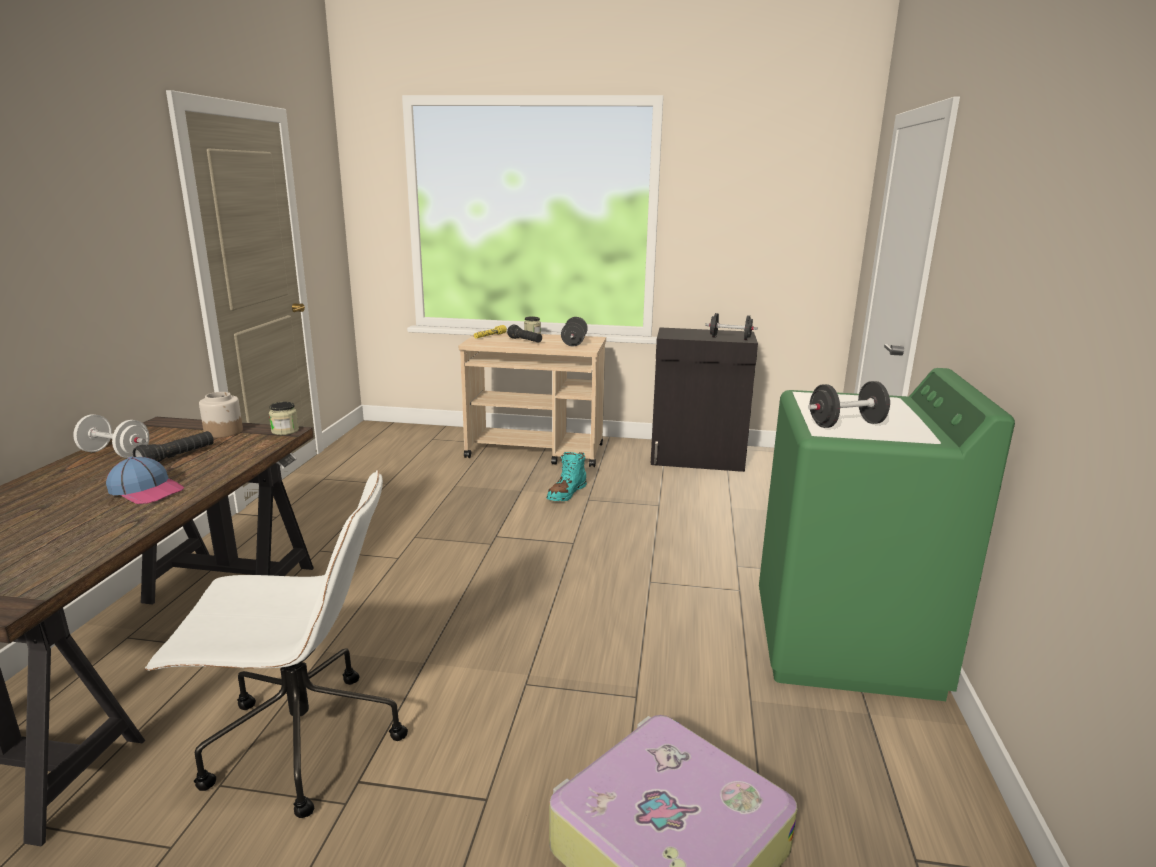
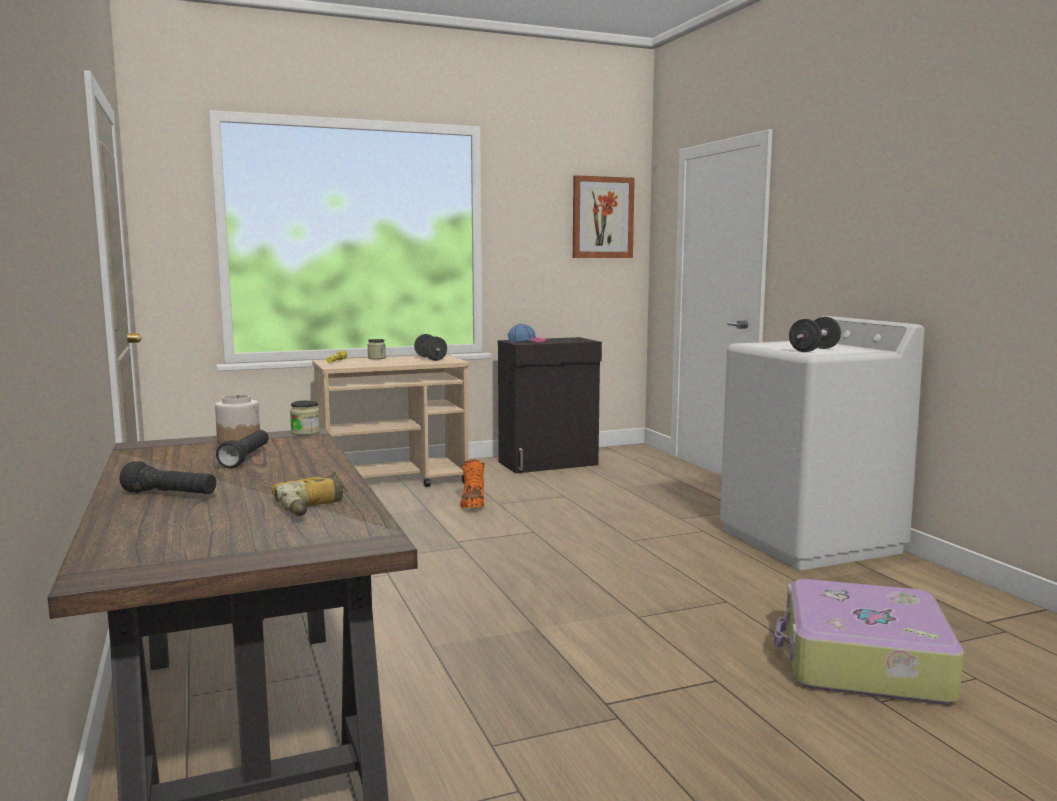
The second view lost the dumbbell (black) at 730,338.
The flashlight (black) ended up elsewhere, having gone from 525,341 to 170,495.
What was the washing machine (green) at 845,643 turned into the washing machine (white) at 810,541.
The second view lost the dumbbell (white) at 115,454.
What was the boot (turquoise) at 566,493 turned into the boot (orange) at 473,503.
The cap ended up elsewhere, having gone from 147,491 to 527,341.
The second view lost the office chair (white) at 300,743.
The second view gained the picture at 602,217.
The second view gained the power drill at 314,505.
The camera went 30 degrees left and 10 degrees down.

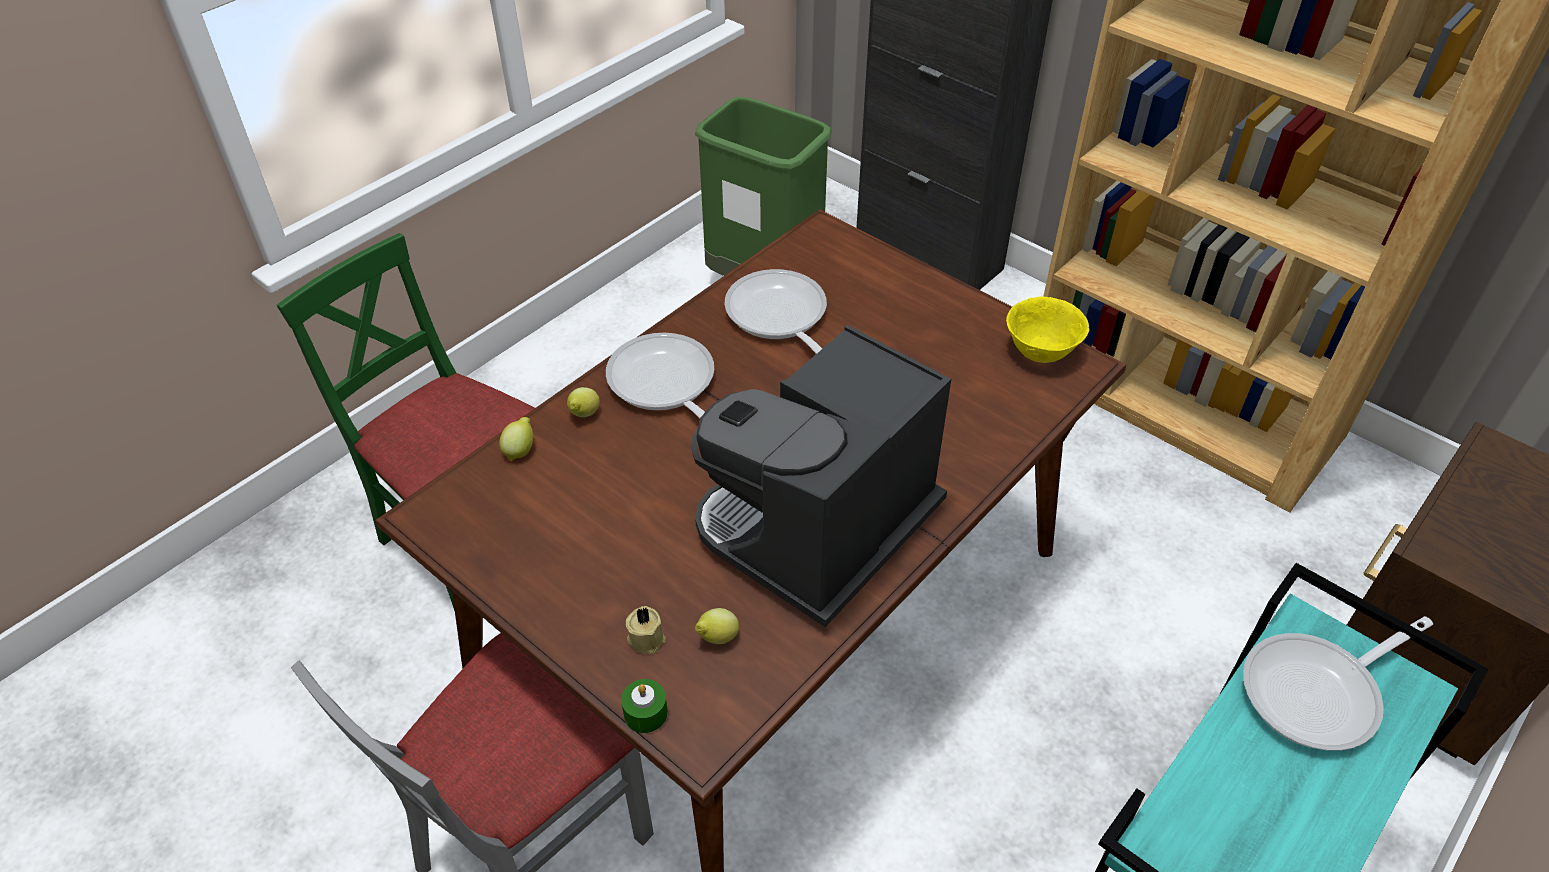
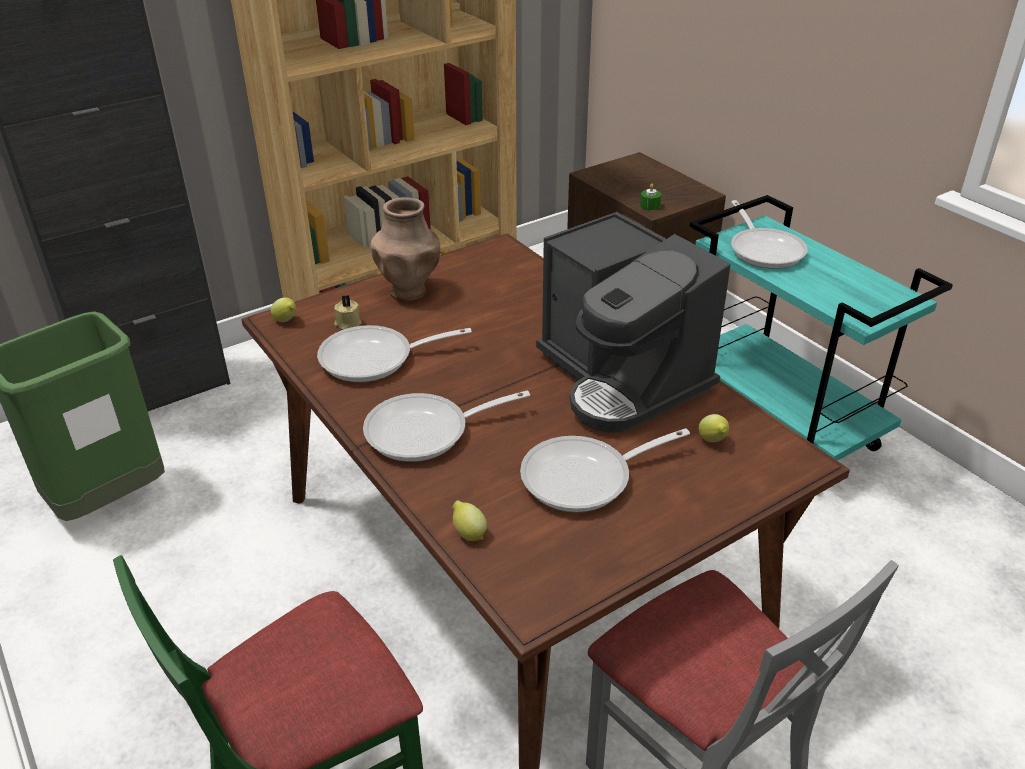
The second view lost the bowl (yellow) at 1041,352.
The lemon ended up elsewhere, having gone from 584,415 to 286,321.
The candle (beige) ended up elsewhere, having gone from 646,637 to 347,324.
The candle (green) ended up elsewhere, having gone from 645,713 to 650,206.
The second view gained the vase (brown) at 409,291.
The second view gained the frying pan at 585,478.
The camera went 75 degrees left and 10 degrees down.

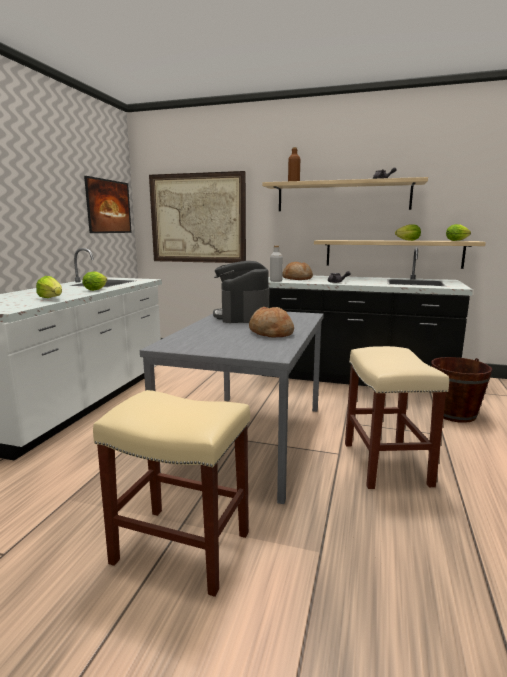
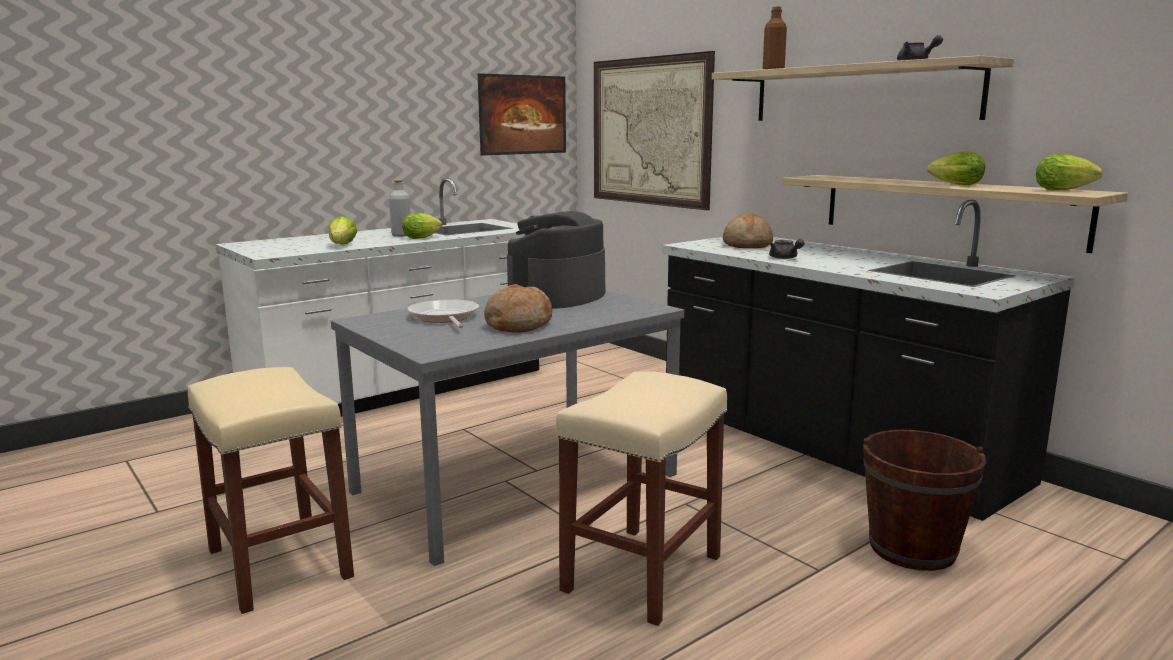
The bottle (grey) ended up elsewhere, having gone from 276,281 to 401,235.
The second view gained the frying pan at 444,317.
The camera went 35 degrees right and 0 degrees up.

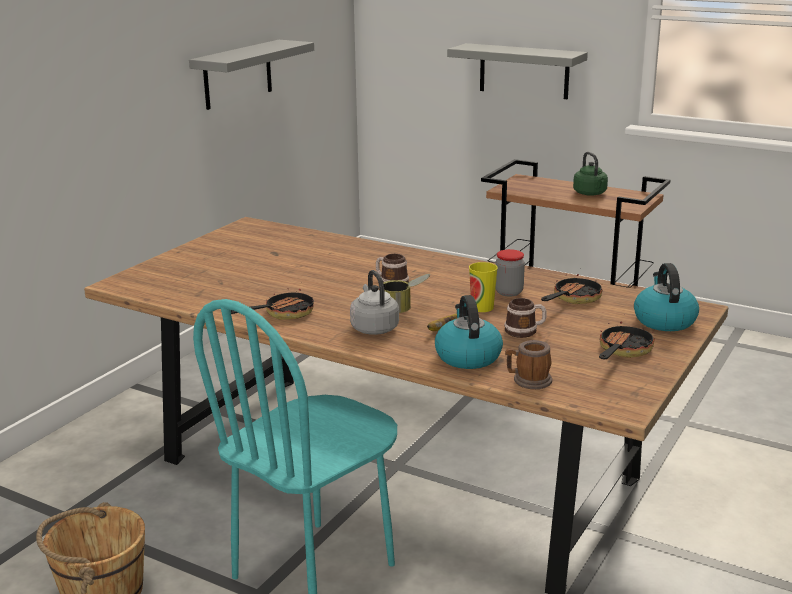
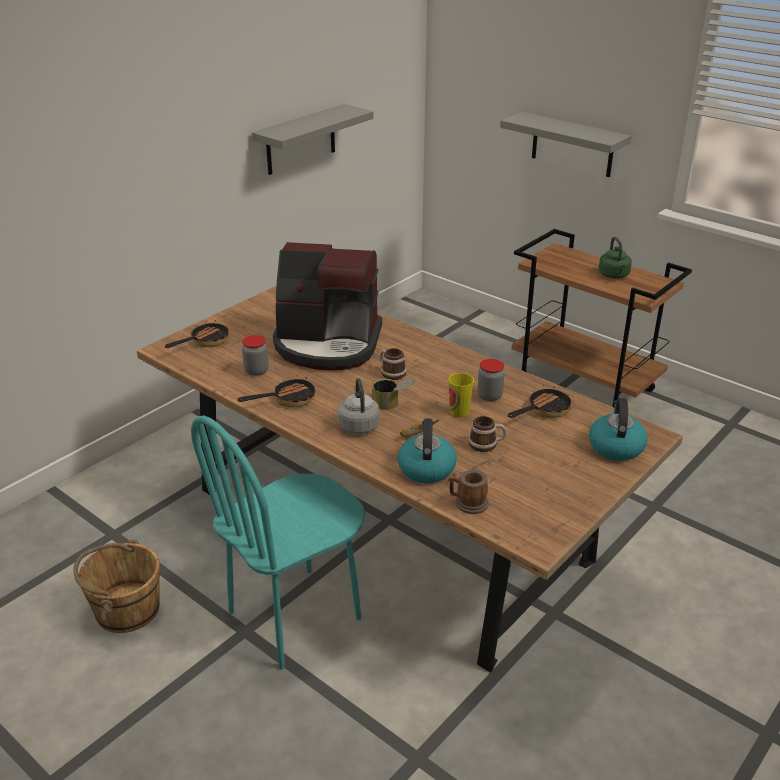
The frying pan ended up elsewhere, having gone from 622,351 to 205,342.
The second view gained the coffee machine at 328,344.
The second view gained the jar at 256,371.
The camera went 10 degrees right and 10 degrees up.

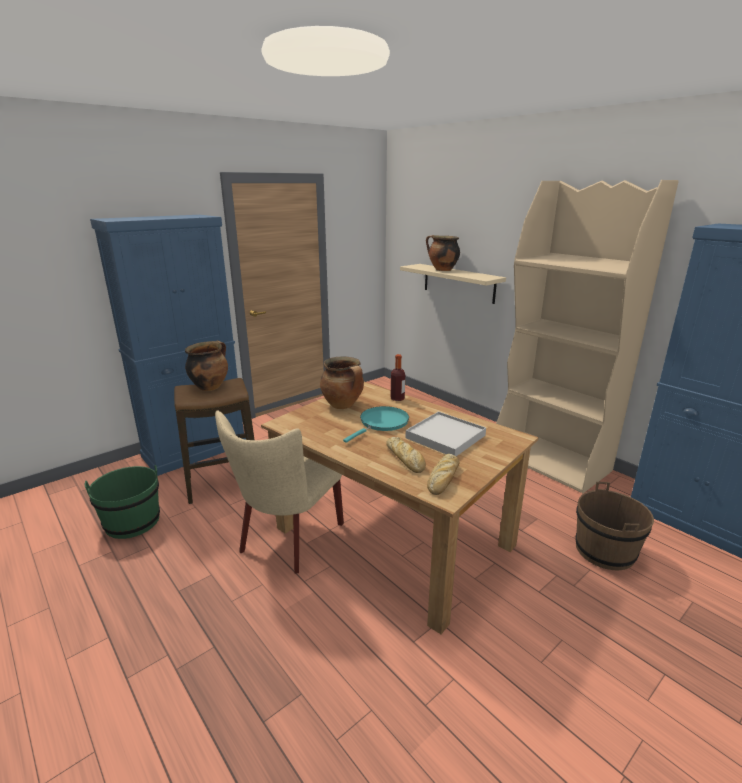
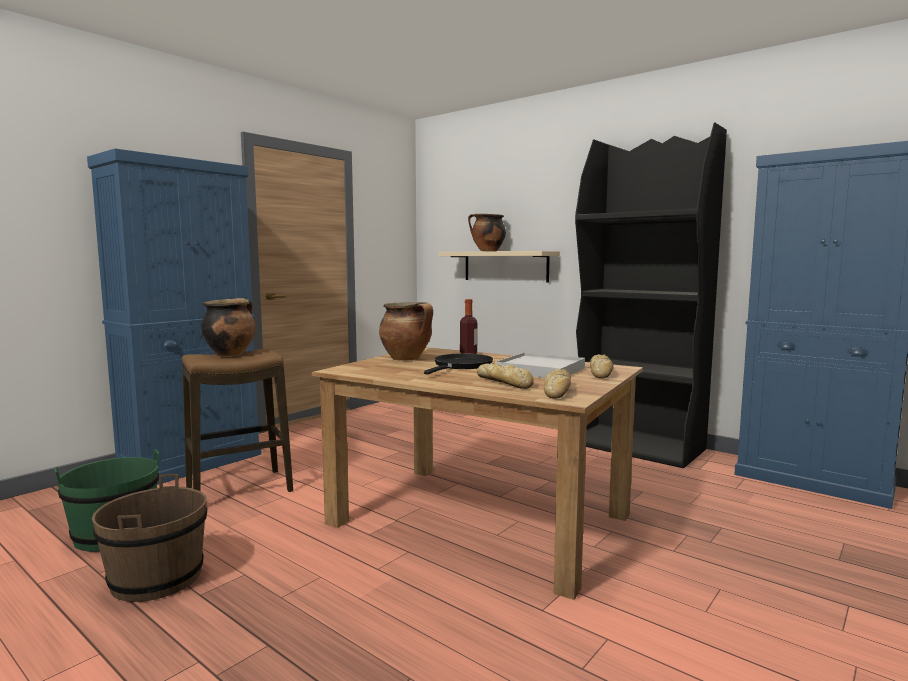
What was the bookcase (beige) at 551,461 turned into the bookcase (black) at 637,446.
What was the frying pan (turquoise) at 382,423 turned into the frying pan (black) at 461,366.
The second view lost the chair (beige) at 288,540.
The bucket (brown) ended up elsewhere, having gone from 605,551 to 157,578.
The second view gained the bread at 601,372.
The camera went 10 degrees left and 15 degrees down.

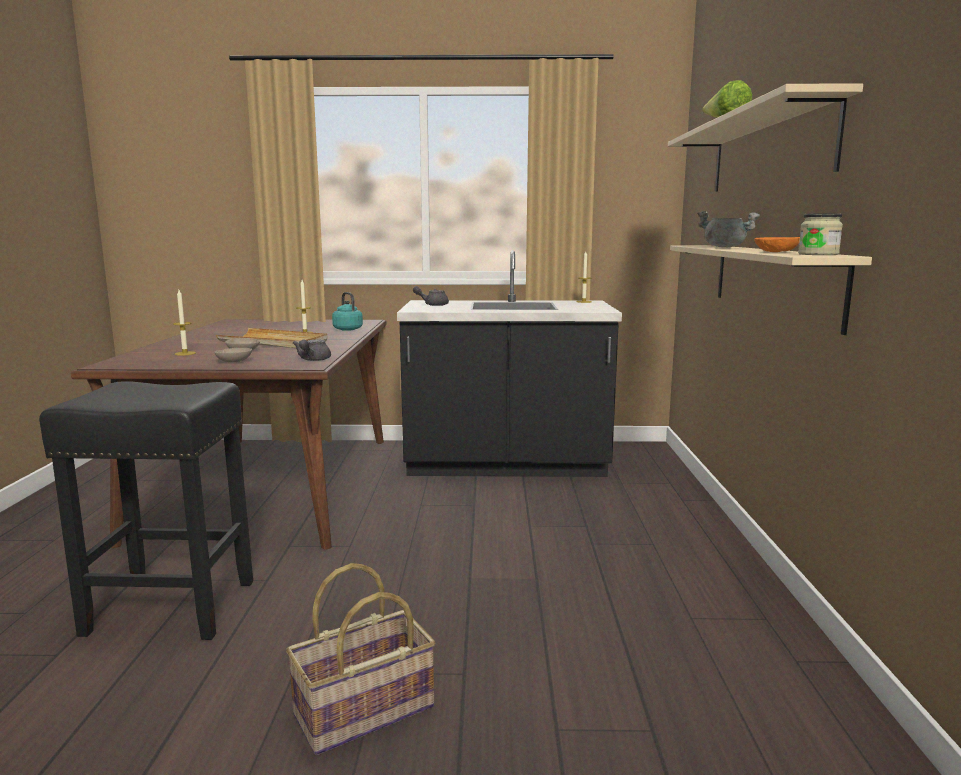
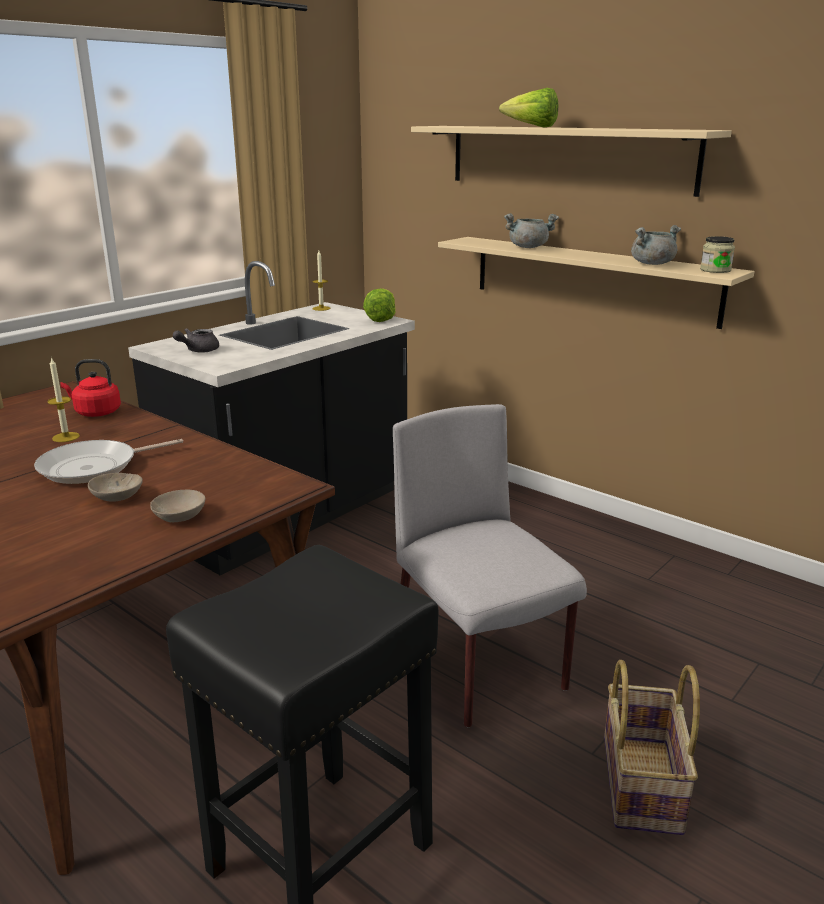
Where the bowl (orange) stood at 777,252, the cooking pot (grey) came to stand at 652,263.
The second view lost the candle at 185,353.
What was the kettle (turquoise) at 347,329 turned into the kettle (red) at 95,412.
Where the tray (beige) stood at 274,342, the frying pan came to stand at 94,467.
The second view lost the teapot (grey) at 312,360.
The second view gained the lettuce at 381,318.
The second view gained the chair (grey) at 480,665.
The camera went 50 degrees left and 10 degrees up.

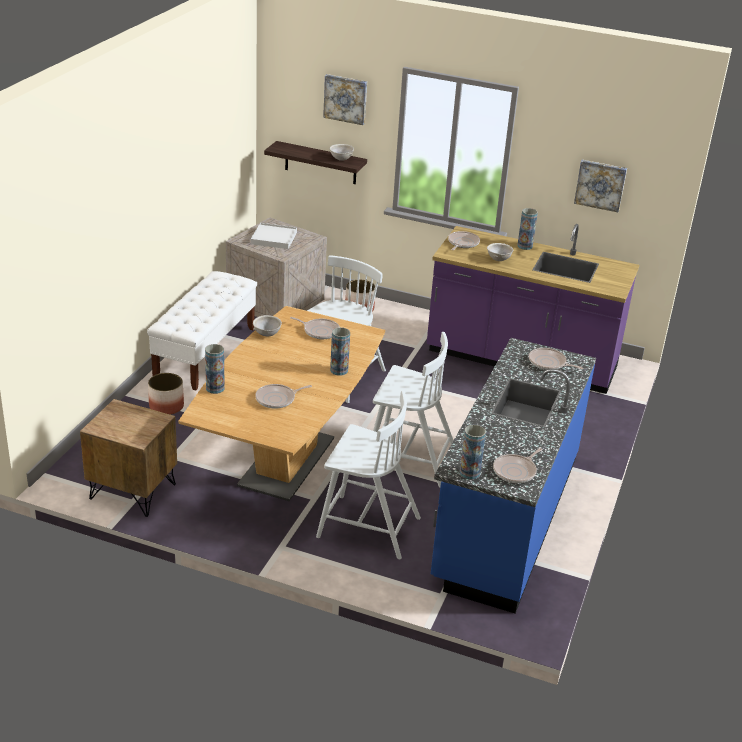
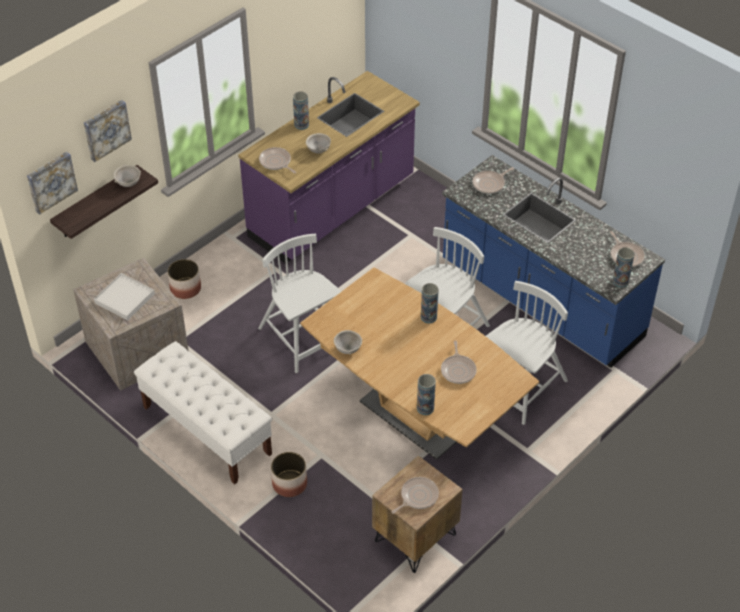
The picture ended up elsewhere, having gone from 600,185 to 51,181.
The frying pan ended up elsewhere, having gone from 319,331 to 417,496.
The camera went 65 degrees left and 15 degrees up.

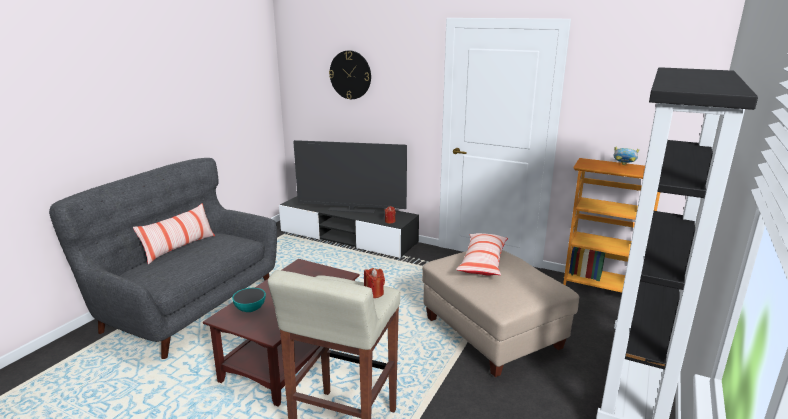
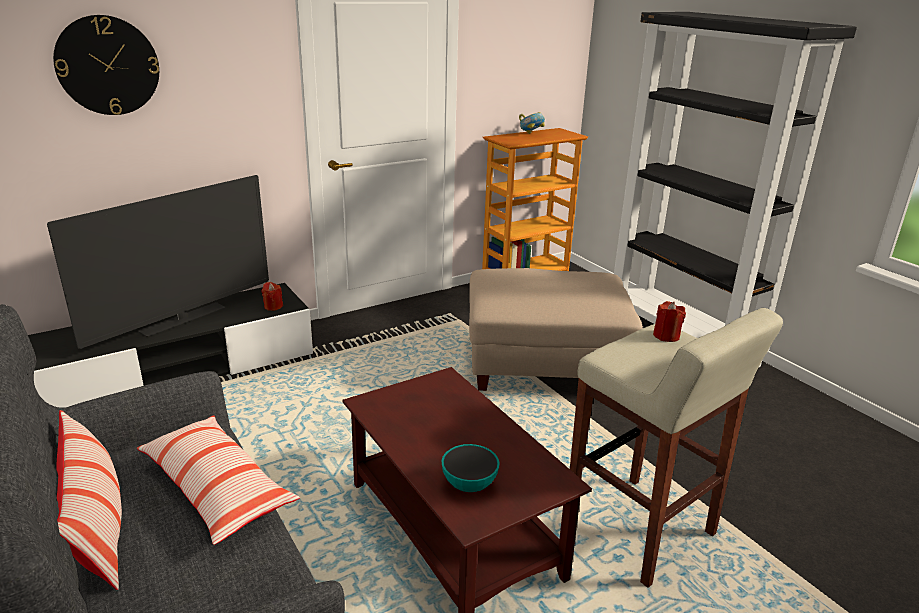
The pillow ended up elsewhere, having gone from 483,262 to 216,489.
The camera went 60 degrees left and 5 degrees up.

